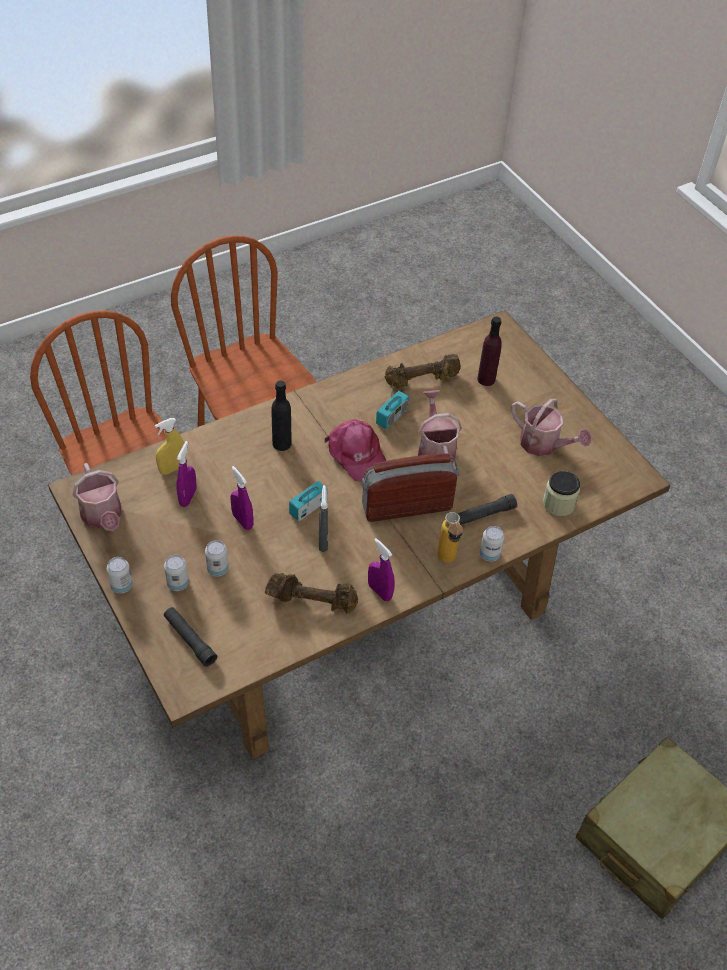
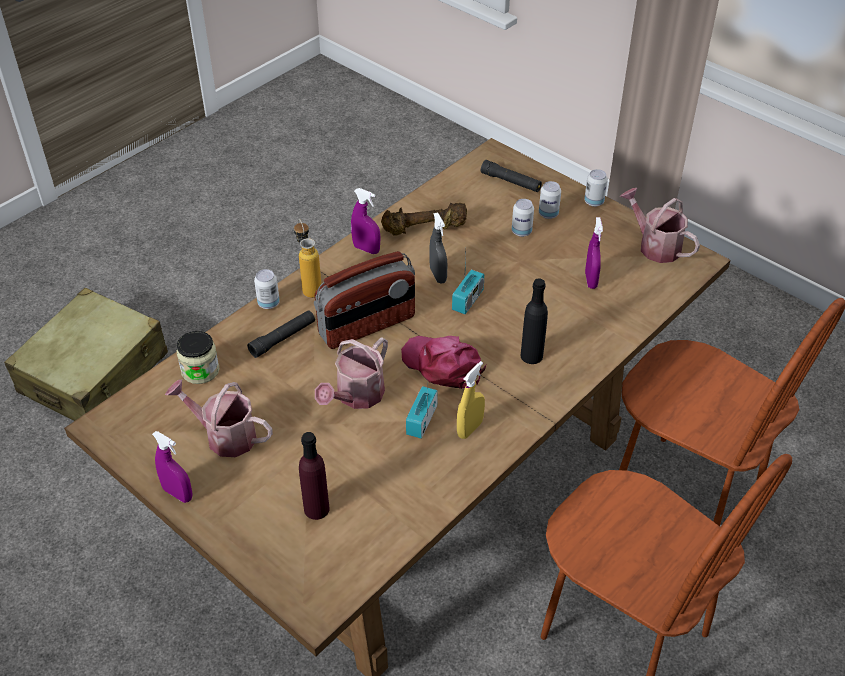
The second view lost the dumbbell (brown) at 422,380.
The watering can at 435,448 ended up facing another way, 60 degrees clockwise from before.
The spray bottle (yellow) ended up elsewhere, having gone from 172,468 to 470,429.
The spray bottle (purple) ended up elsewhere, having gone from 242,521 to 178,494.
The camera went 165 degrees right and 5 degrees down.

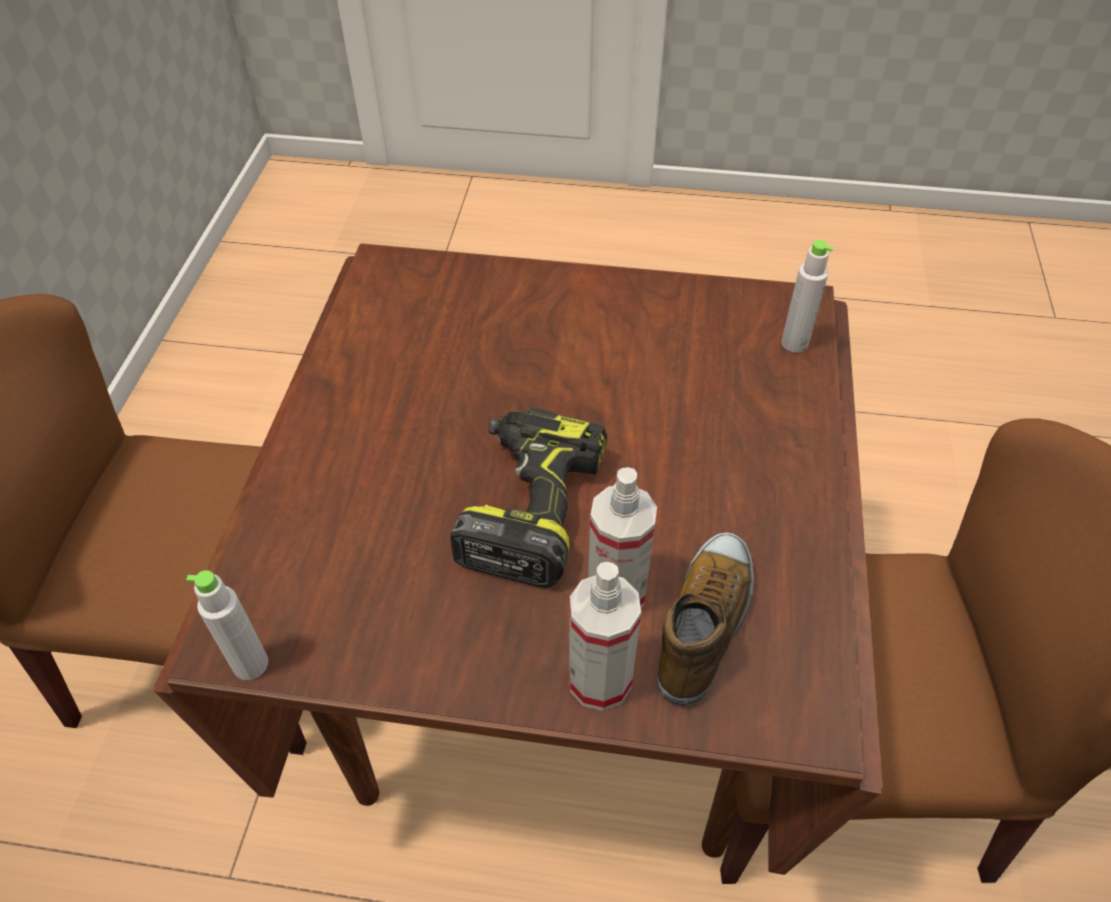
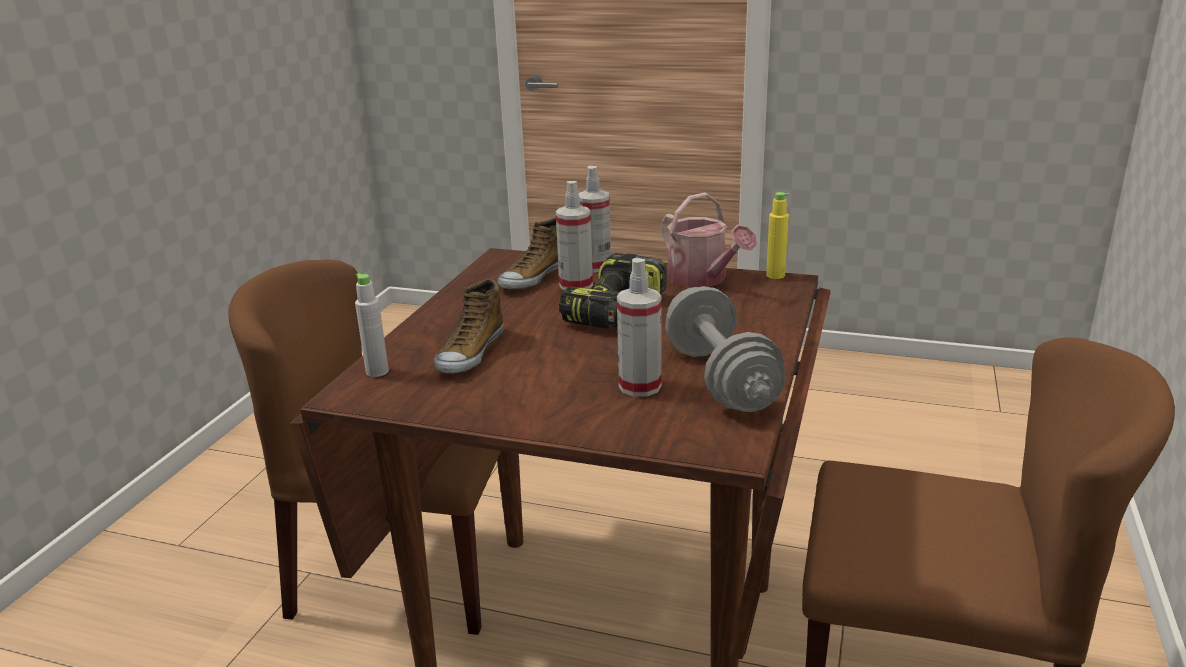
What was the bottle (grey) at 250,664 turned into the bottle (yellow) at 775,275.
The second view gained the watering can at 702,279.
The second view gained the spray bottle at 640,386.
The second view gained the shoe at 470,352.
The second view gained the dumbbell (grey) at 720,379.
The camera went 170 degrees left and 25 degrees down.

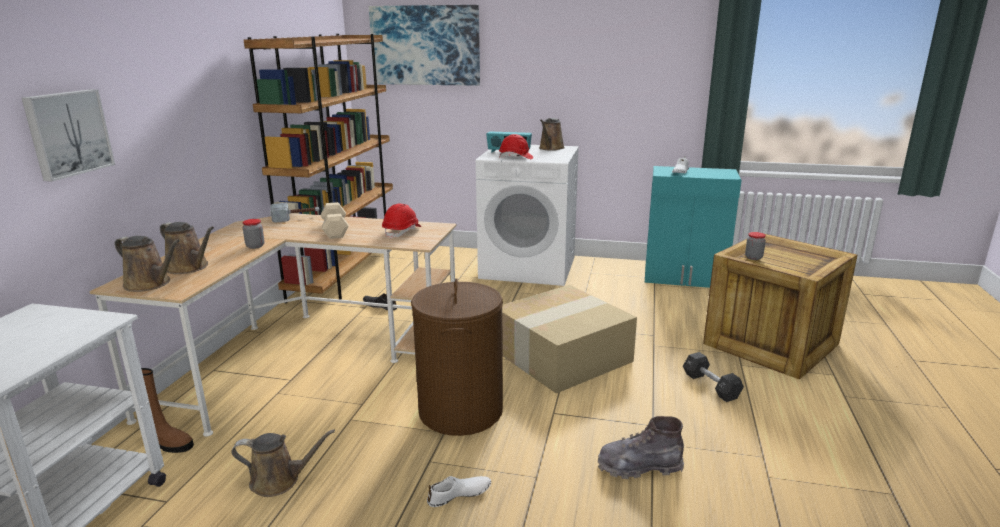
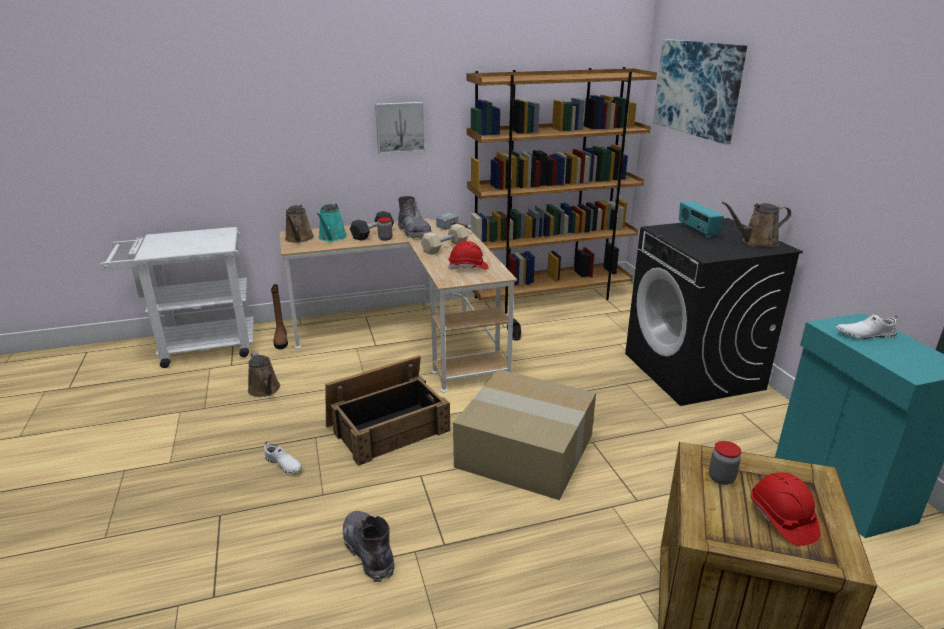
The picture ended up elsewhere, having gone from 67,133 to 400,127.
The hard hat (red) ended up elsewhere, having gone from 516,158 to 781,519.
What was the washing machine (white) at 529,267 turned into the washing machine (black) at 693,371.
What was the watering can (brown) at 189,267 turned into the watering can (turquoise) at 331,237.
Where the laundry basket (brown) stood at 460,411, the crate came to stand at 388,427.
The dumbbell (black) ended up elsewhere, having gone from 711,386 to 372,234.
The second view gained the boot (grey) at 414,233.
The camera went 60 degrees right and 5 degrees up.

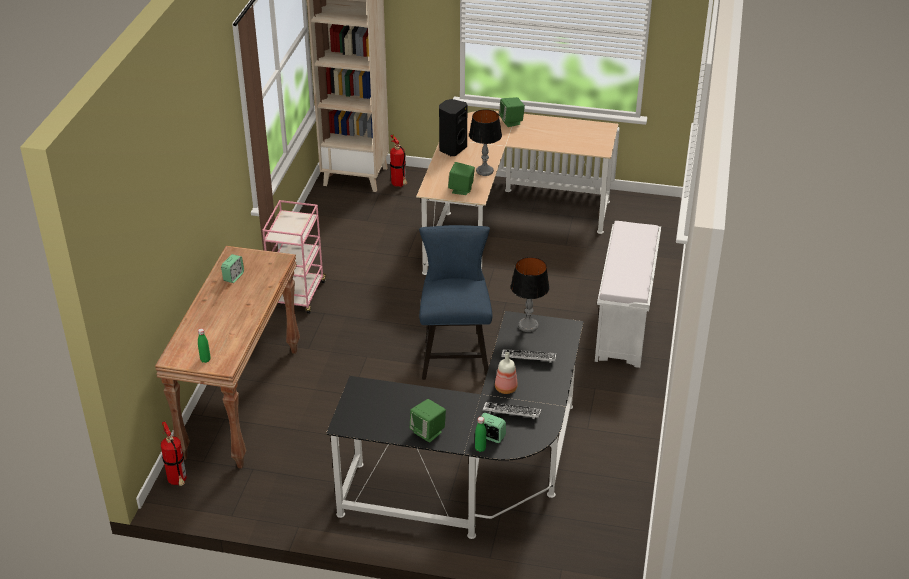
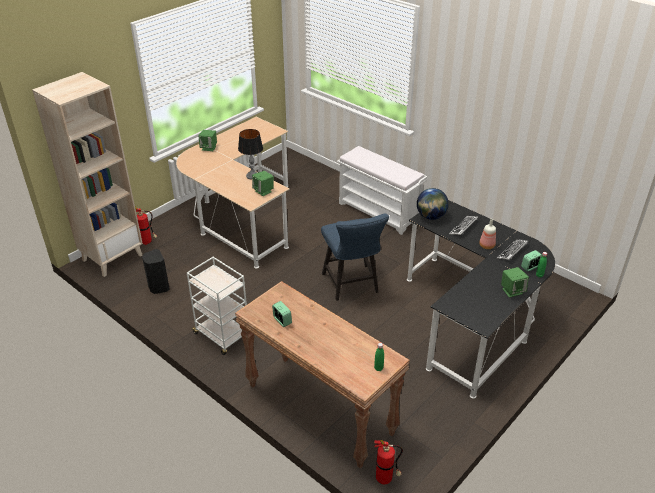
The speaker (black) ended up elsewhere, having gone from 452,149 to 158,287.
What was the cart (pink) at 298,296 turned into the cart (white) at 222,335.
The chair (blue) at 455,355 ended up facing another way, 135 degrees counterclockwise from before.
Where the table lamp stood at 528,325, the globe came to stand at 431,216.
The camera went 60 degrees left and 0 degrees up.

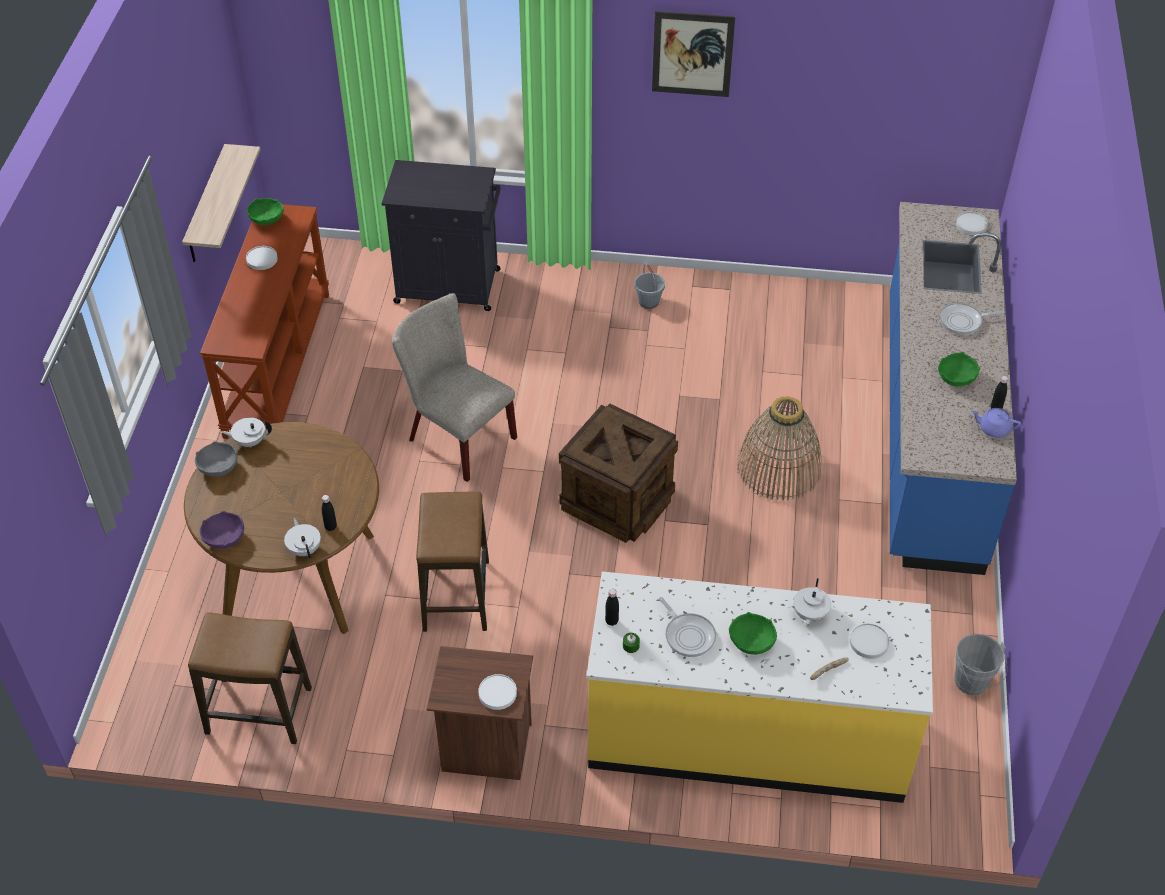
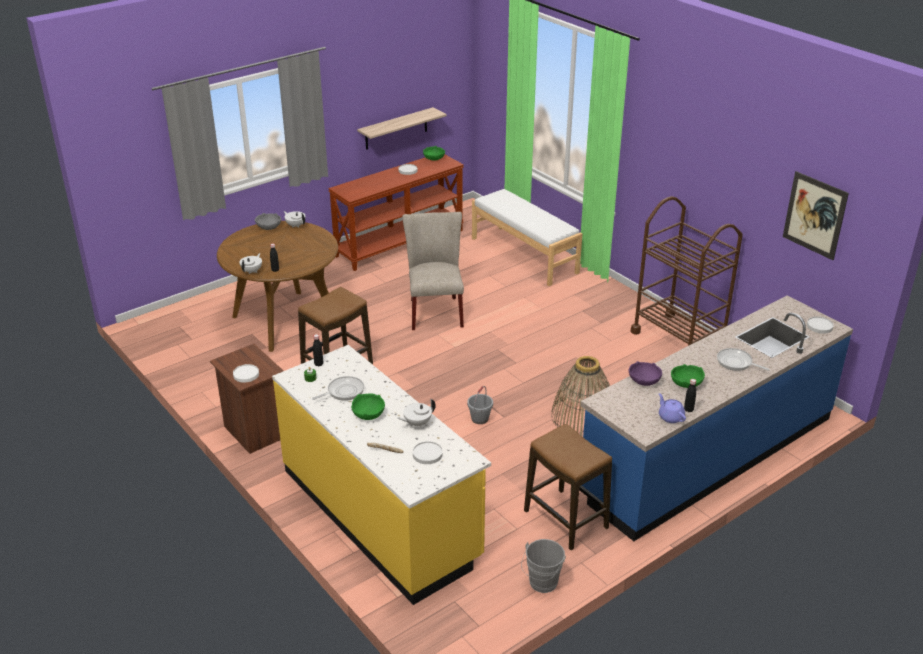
The picture ended up elsewhere, having gone from 692,54 to 814,215.
Where the cabinet (black) stood at 450,286, the bench (white) came to stand at 524,255.
The bucket (grey) ended up elsewhere, having gone from 649,301 to 480,419.
The second view lost the crate at 618,500.
The bowl (purple) ended up elsewhere, having gone from 225,538 to 644,381.
The frying pan at 688,635 ended up facing another way, 135 degrees counterclockwise from before.
The stool ended up elsewhere, having gone from 258,711 to 565,519.
The second view gained the cart (brown) at 678,338.
The camera went 45 degrees right and 15 degrees down.

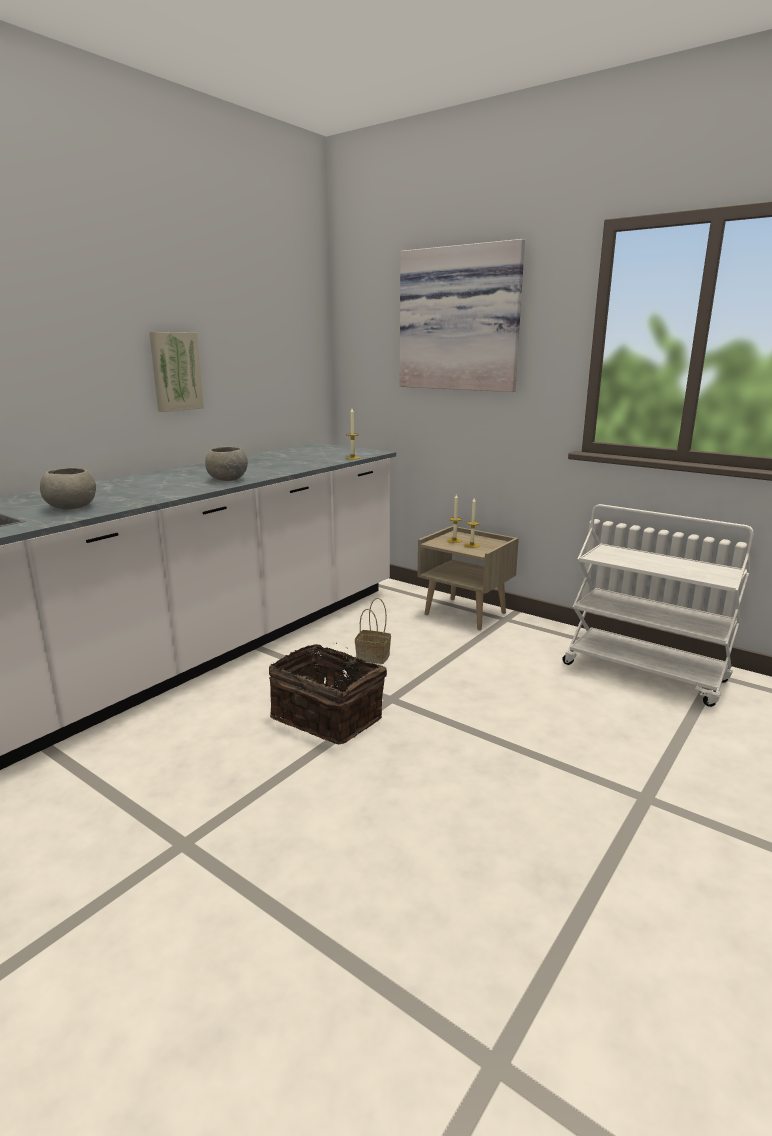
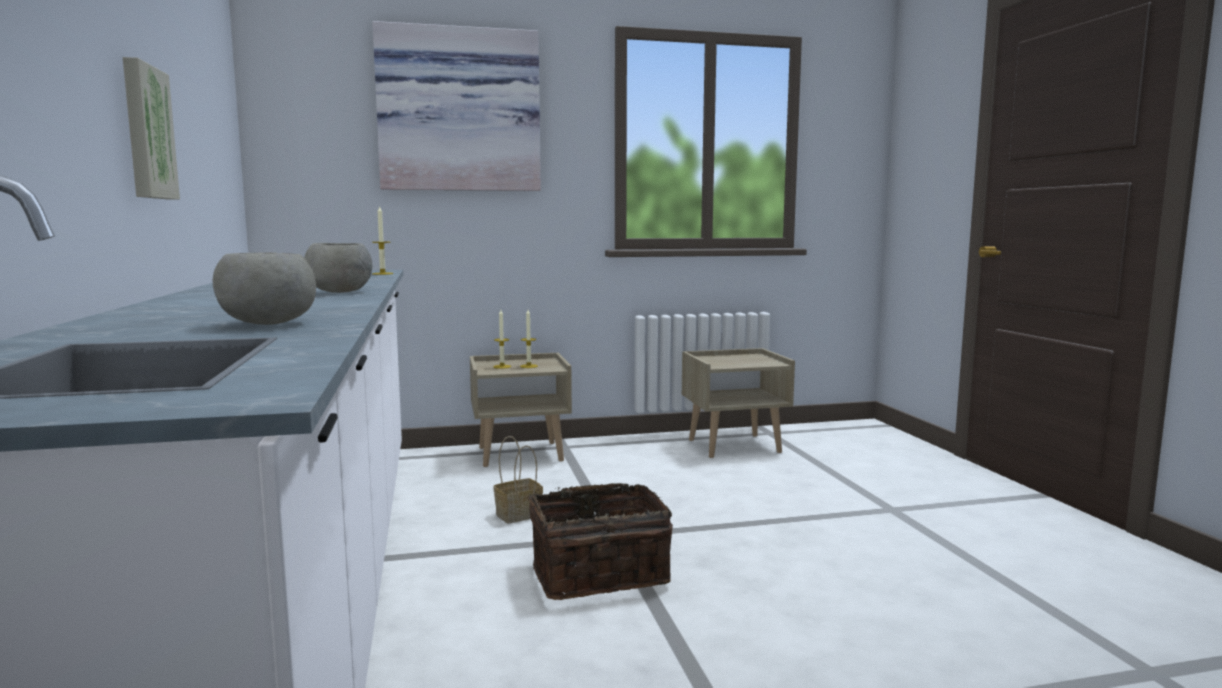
Where the cart (white) stood at 645,673, the nightstand (beige) came to stand at 734,446.
The camera went 50 degrees left and 10 degrees down.

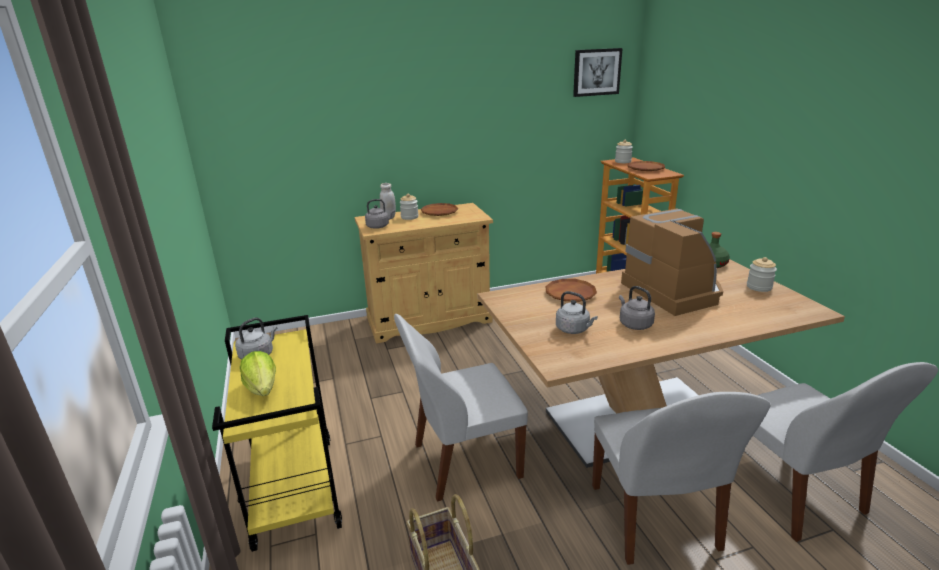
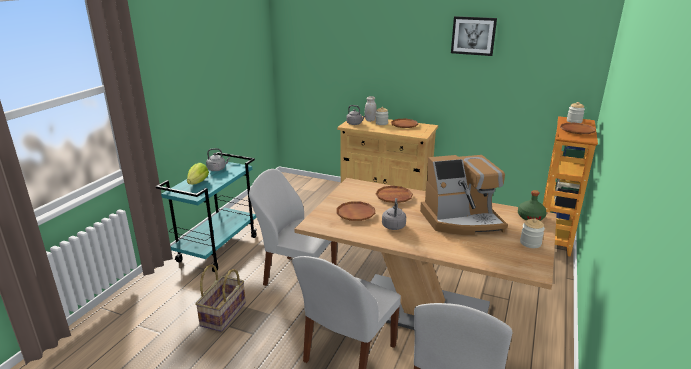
The picture ended up elsewhere, having gone from 596,72 to 473,35.
The coffee machine at 673,290 ended up facing another way, 60 degrees clockwise from before.
Where the kettle (grey) stood at 574,329, the plate (brown) came to stand at 355,214.
What was the cart (yellow) at 294,490 turned into the cart (turquoise) at 218,248.
The camera went 40 degrees right and 0 degrees up.

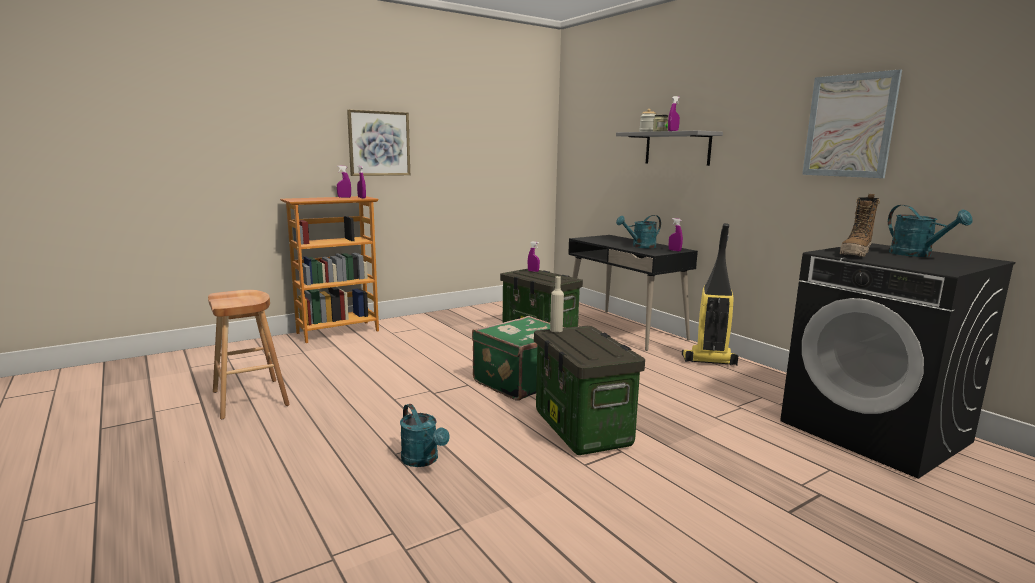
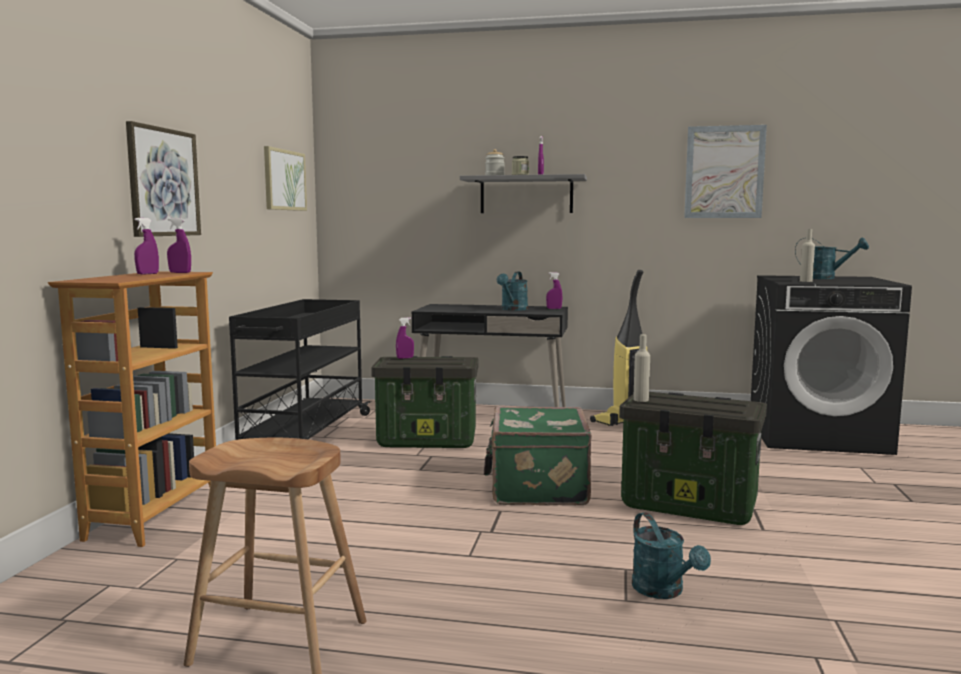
Where the boot stood at 855,254, the bottle (beige) came to stand at 806,281.
The watering can (turquoise) at 423,460 ended up facing another way, 60 degrees clockwise from before.
The second view gained the picture at 284,180.
The second view gained the cart (black) at 304,434.
The camera went 45 degrees left and 5 degrees down.

